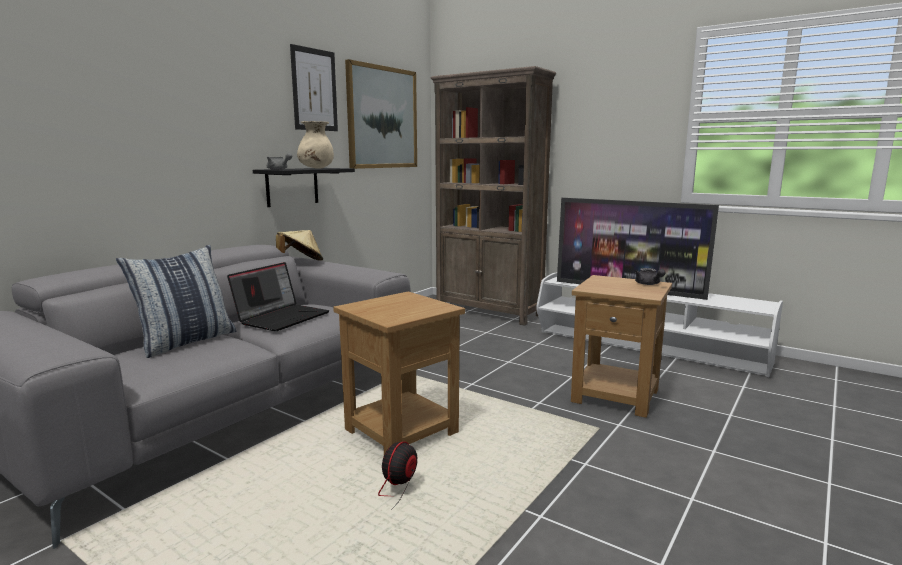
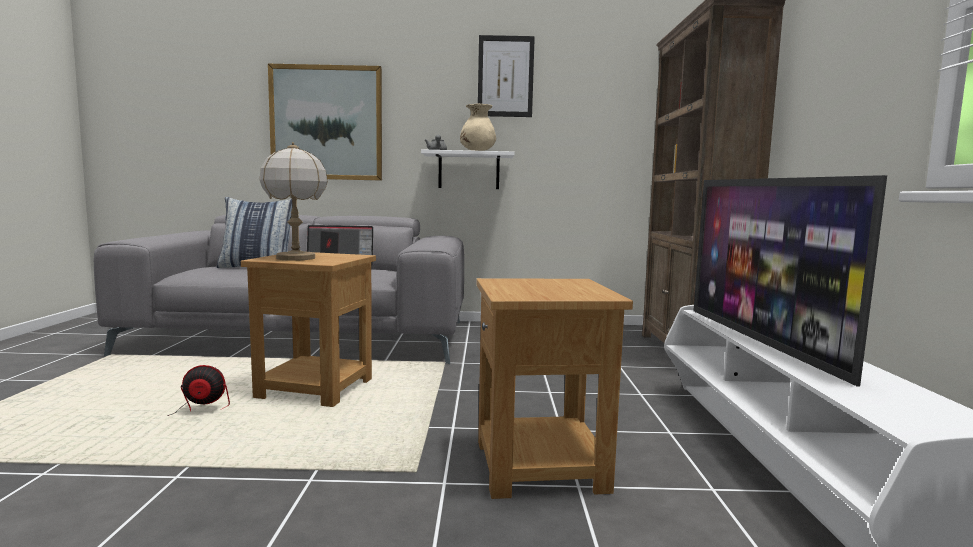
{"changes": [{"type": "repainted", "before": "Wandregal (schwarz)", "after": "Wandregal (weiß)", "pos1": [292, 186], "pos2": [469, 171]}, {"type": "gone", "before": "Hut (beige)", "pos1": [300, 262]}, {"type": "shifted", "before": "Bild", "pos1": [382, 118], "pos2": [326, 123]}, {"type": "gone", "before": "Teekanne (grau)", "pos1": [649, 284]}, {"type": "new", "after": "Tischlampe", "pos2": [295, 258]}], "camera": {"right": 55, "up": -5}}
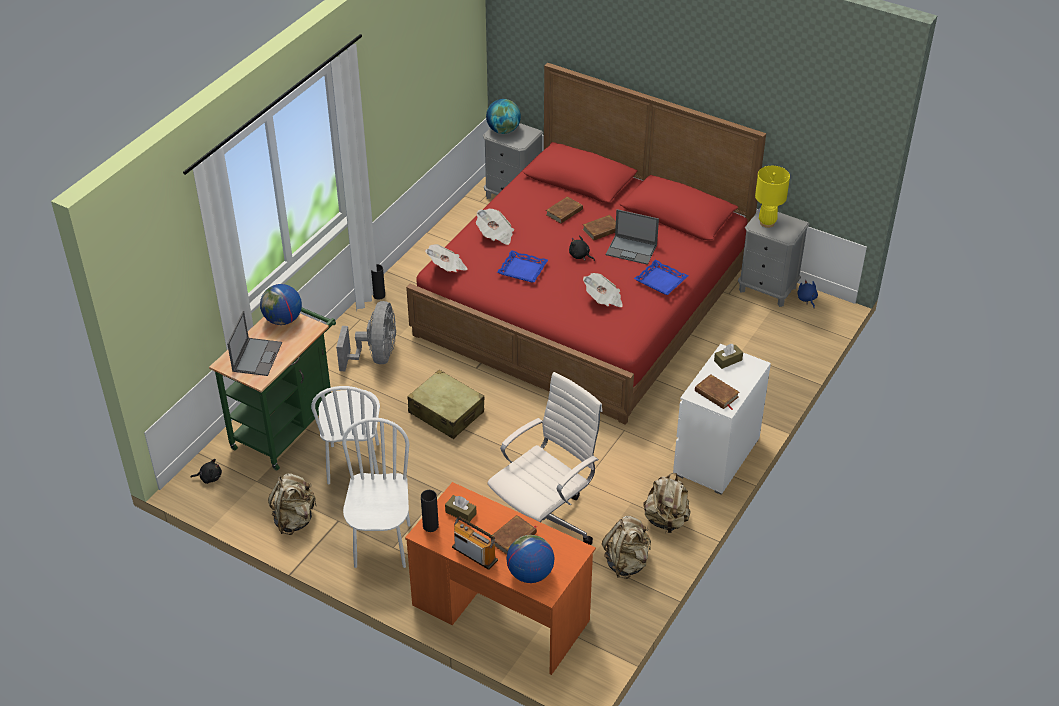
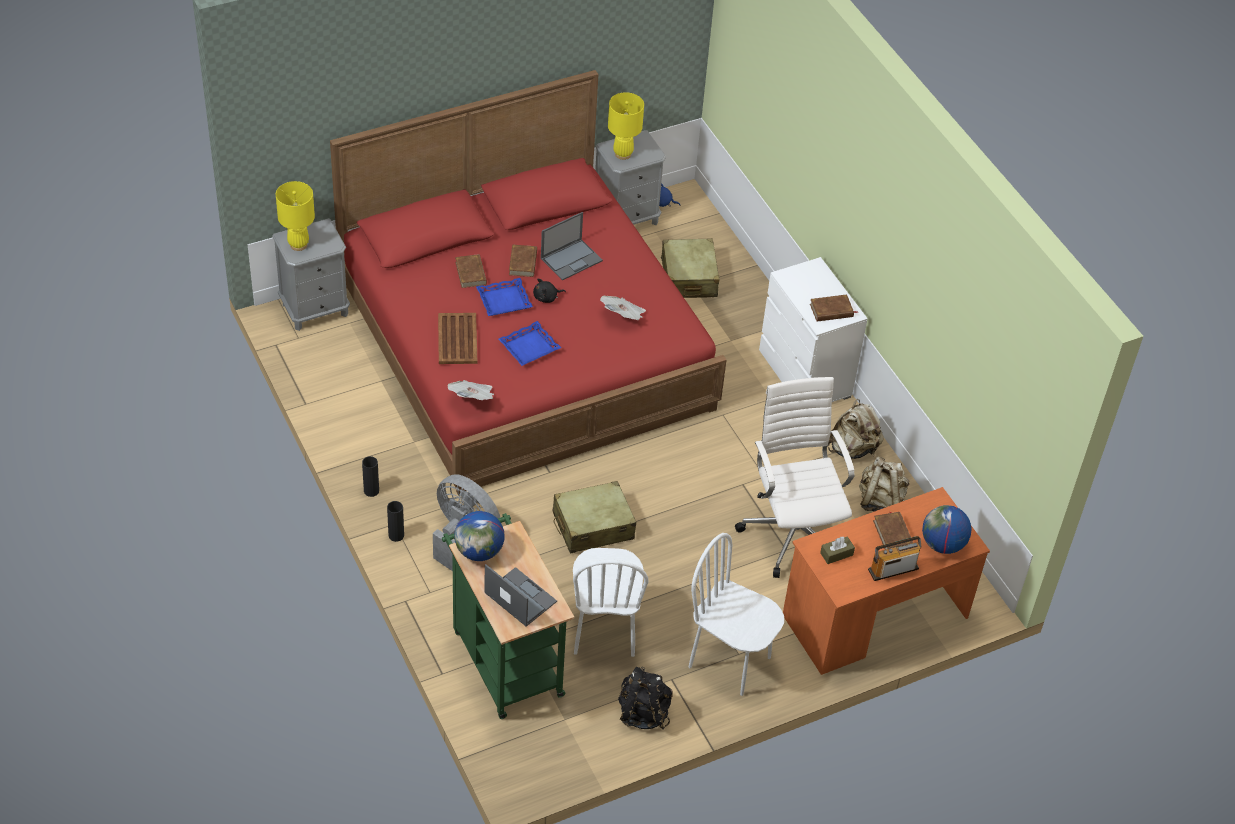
{"changes": [{"type": "gone", "before": "Plüschtier (schwarz)", "pos1": [209, 477]}, {"type": "repainted", "before": "Rucksack (beige)", "after": "Rucksack (schwarz)", "pos1": [294, 519], "pos2": [643, 713]}, {"type": "rotated", "before": "Stuhl (weiß)", "pos1": [354, 463], "pos2": [604, 630], "turn": 60}, {"type": "shifted", "before": "Vase (schwarz)", "pos1": [430, 526], "pos2": [396, 535]}, {"type": "swapped", "before": "Zeitung", "after": "Tablett (braun)", "pos1": [495, 235], "pos2": [457, 338]}, {"type": "swapped", "before": "Globus", "after": "Tischlampe (gelb)", "pos1": [503, 130], "pos2": [298, 244]}, {"type": "shifted", "before": "Tablett (blau)", "pos1": [661, 281], "pos2": [504, 300]}, {"type": "gone", "before": "Taschentuchbox (braun)", "pos1": [728, 360]}, {"type": "new", "after": "Koffer (beige)", "pos2": [688, 278]}], "camera": {"right": -60, "up": 5}}
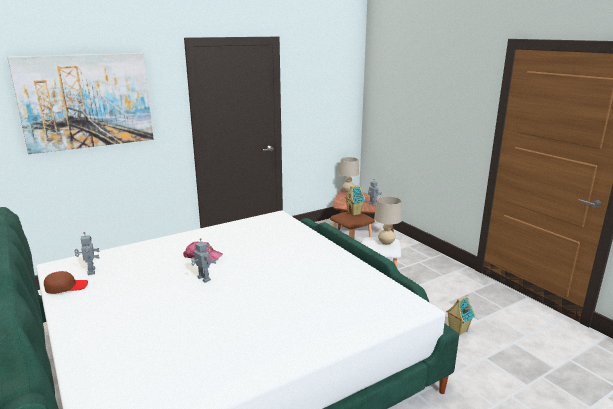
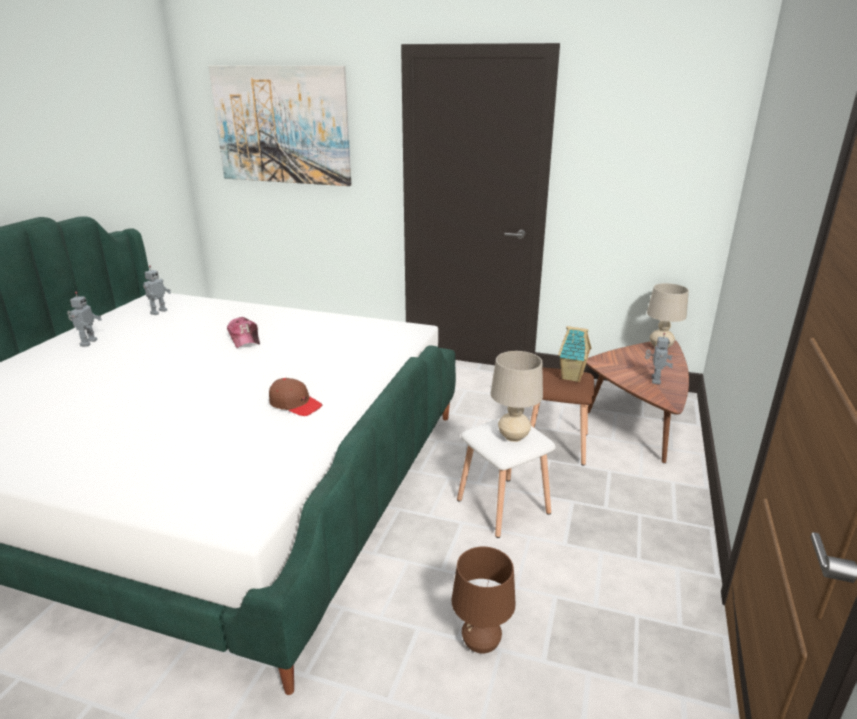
{"changes": [{"type": "shifted", "before": "Kappe (braun)", "pos1": [66, 287], "pos2": [295, 404]}, {"type": "shifted", "before": "Spielzeugroboter", "pos1": [203, 279], "pos2": [88, 343]}, {"type": "swapped", "before": "Spielzeughaus", "after": "Tischlampe (braun)", "pos1": [457, 330], "pos2": [481, 644]}], "camera": {"right": 50, "up": 5}}
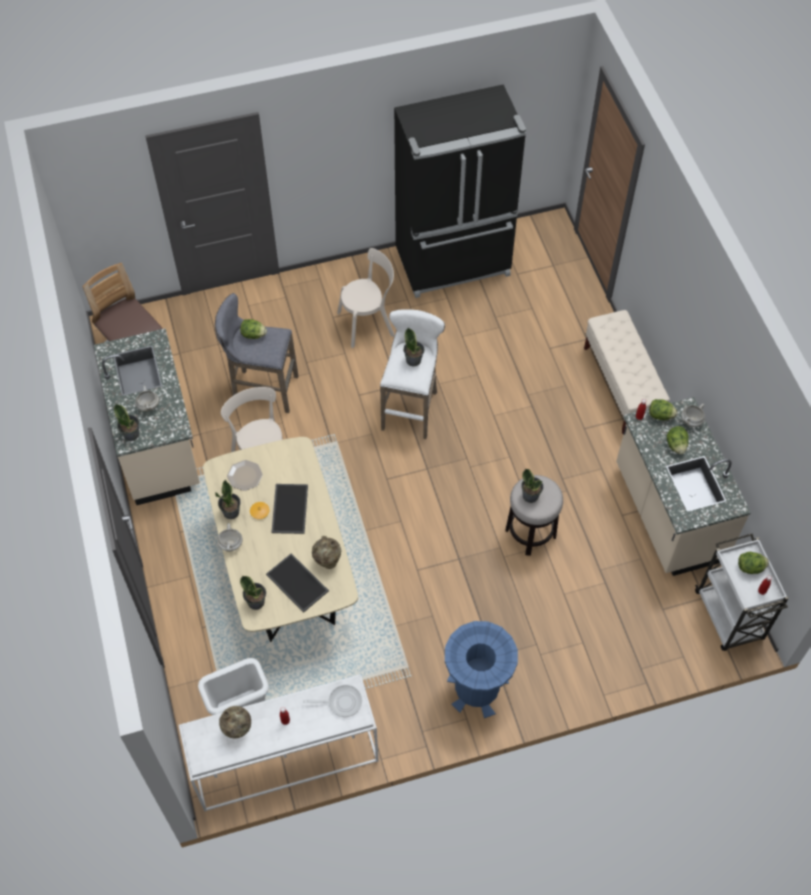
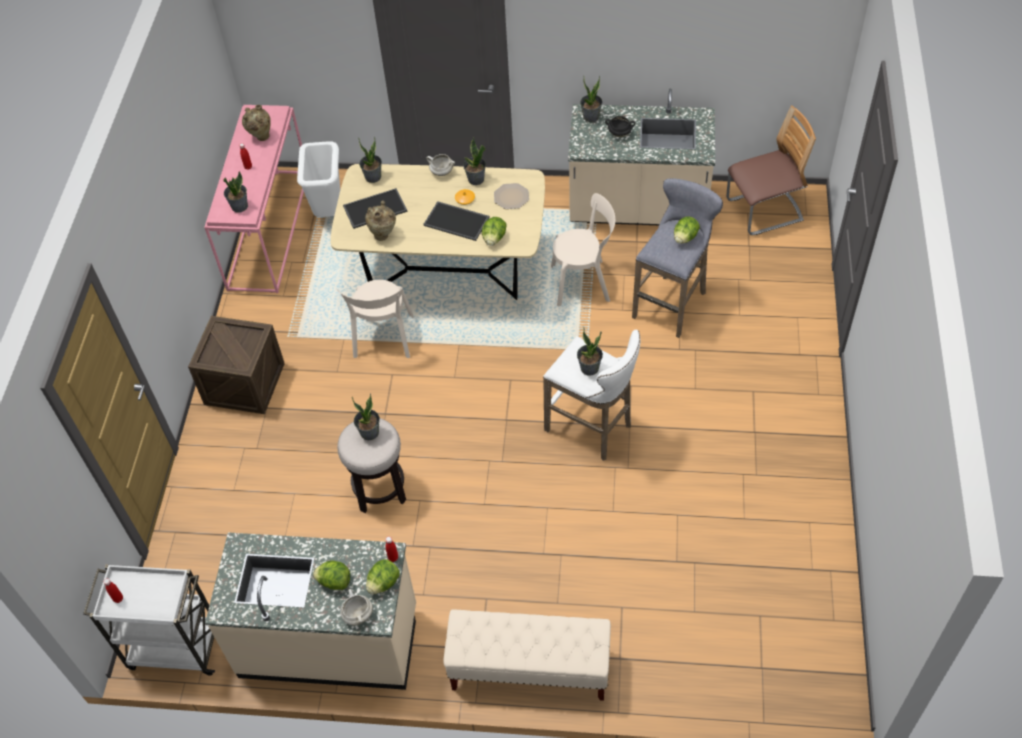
{"changes": [{"type": "repainted", "before": "Kochtopf (weiß)", "after": "Kochtopf (schwarz)", "pos1": [148, 405], "pos2": [620, 133]}, {"type": "repainted", "before": "Konsolentisch (weiß)", "after": "Konsolentisch (rosa)", "pos1": [284, 761], "pos2": [268, 229]}, {"type": "swapped", "before": "Pfanne", "after": "Topfpflanze", "pos1": [341, 702], "pos2": [239, 206]}, {"type": "shifted", "before": "Stuhl (beige)", "pos1": [368, 323], "pos2": [383, 339]}, {"type": "gone", "before": "Kühlschrank (schwarz)", "pos1": [454, 264]}, {"type": "swapped", "before": "Mülleimer (blau)", "after": "Kiste", "pos1": [477, 688], "pos2": [244, 383]}, {"type": "shifted", "before": "Salatkopf", "pos1": [750, 567], "pos2": [494, 239]}], "camera": {"right": 115, "up": -5}}
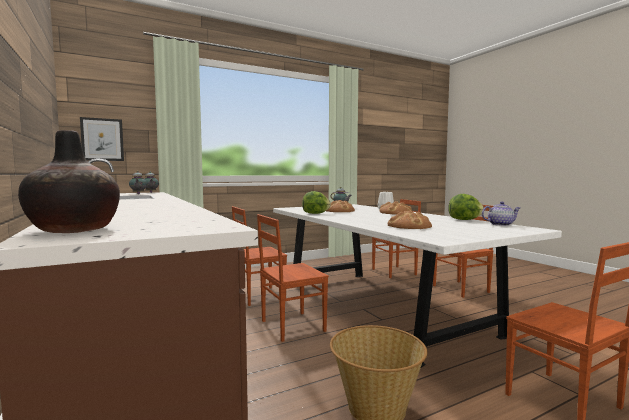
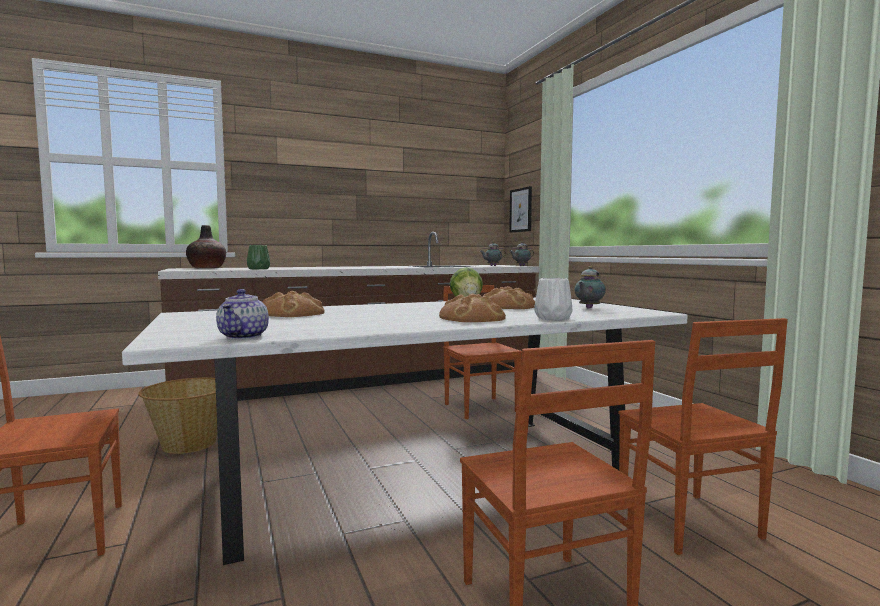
{"changes": [{"type": "gone", "before": "Stuhl (braun)", "pos1": [291, 326]}, {"type": "gone", "before": "Salatkopf", "pos1": [465, 219]}, {"type": "new", "after": "Vase (grün)", "pos2": [258, 269]}], "camera": {"right": 95, "up": 0}}
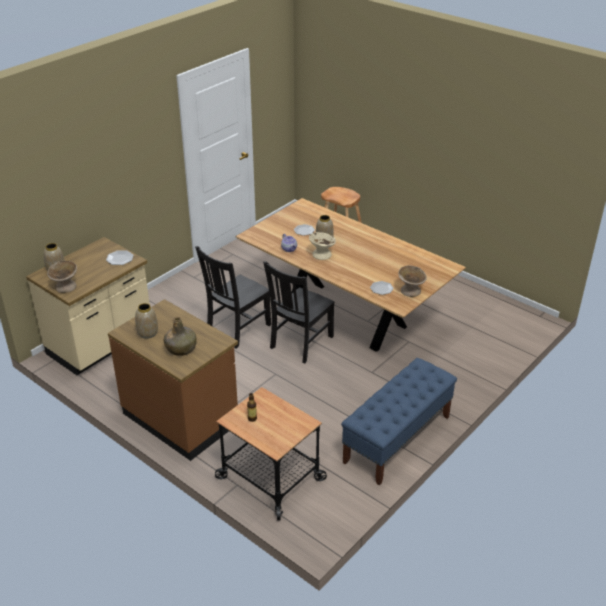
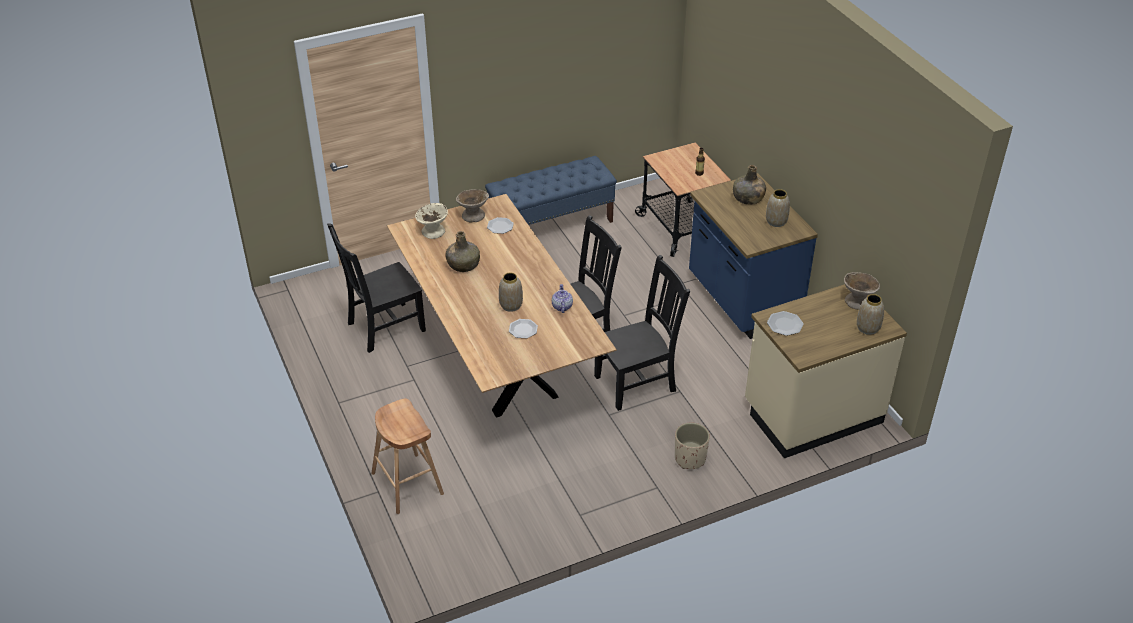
{"changes": [{"type": "repainted", "before": "Küchenzeile (braun)", "after": "Küchenzeile (blau)", "pos1": [181, 417], "pos2": [742, 300]}, {"type": "shifted", "before": "Schüssel (beige)", "pos1": [321, 255], "pos2": [433, 231]}, {"type": "new", "after": "Stuhl (schwarz)", "pos2": [383, 327]}, {"type": "new", "after": "Flasche (grün)", "pos2": [463, 264]}, {"type": "new", "after": "Pflanzkübel (beige)", "pos2": [689, 459]}], "camera": {"right": -155, "up": 5}}
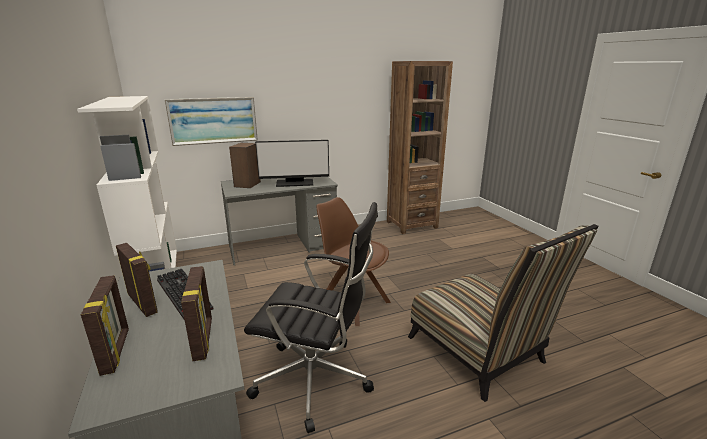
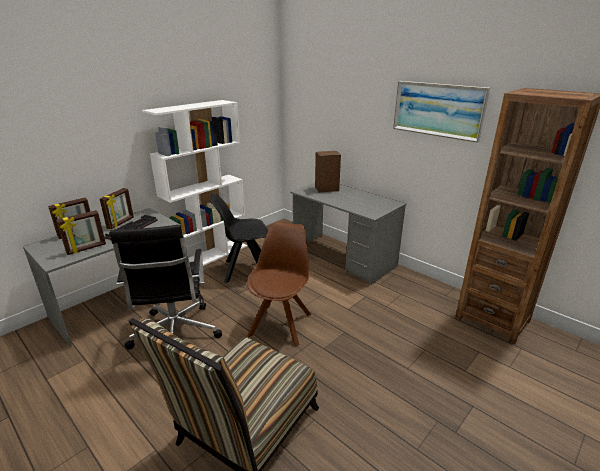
{"changes": [{"type": "shifted", "before": "Bild", "pos1": [213, 120], "pos2": [438, 110]}, {"type": "gone", "before": "Monitor", "pos1": [294, 183]}, {"type": "new", "after": "Stuhl (schwarz)", "pos2": [244, 270]}], "camera": {"right": 65, "up": 5}}
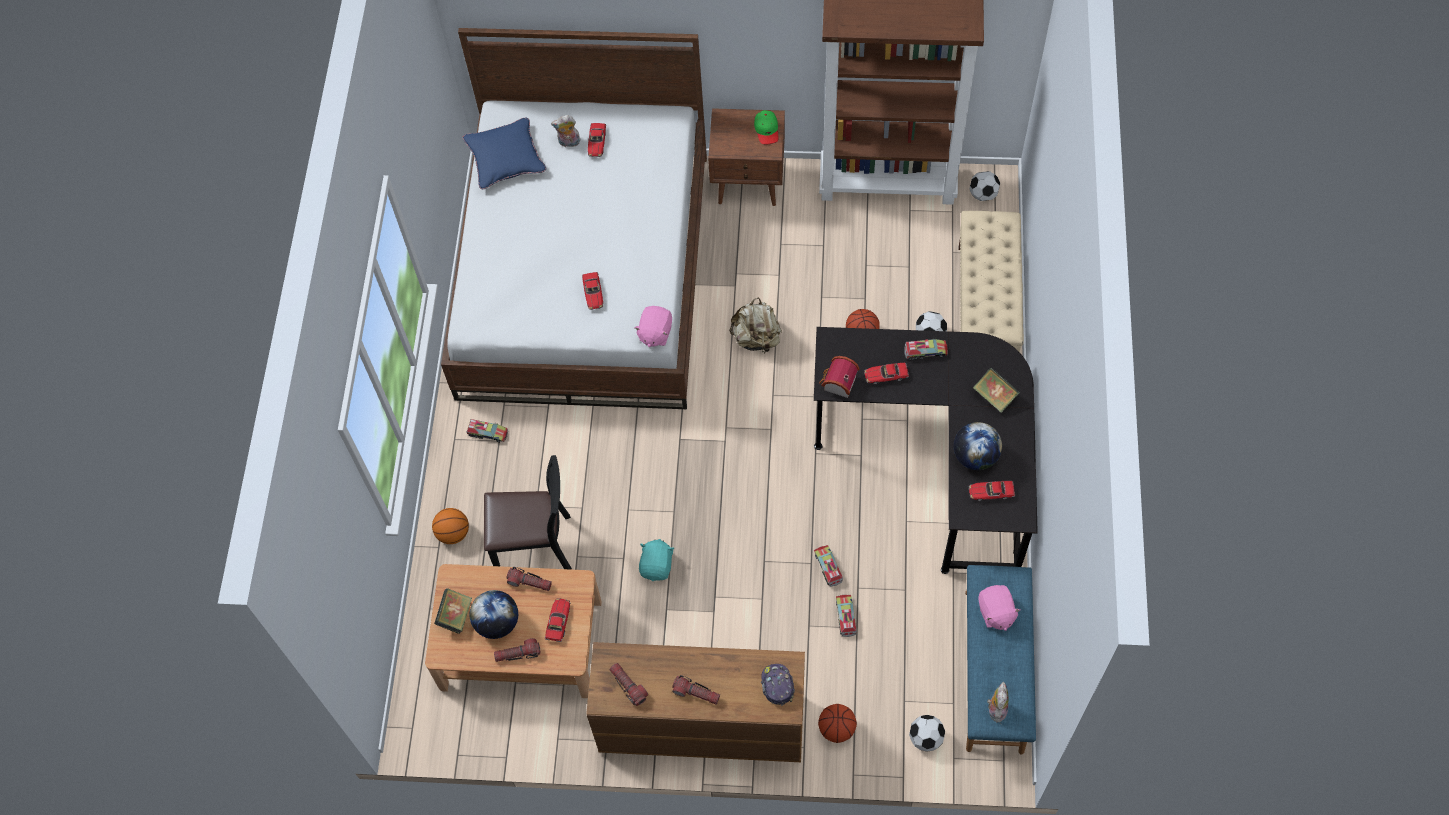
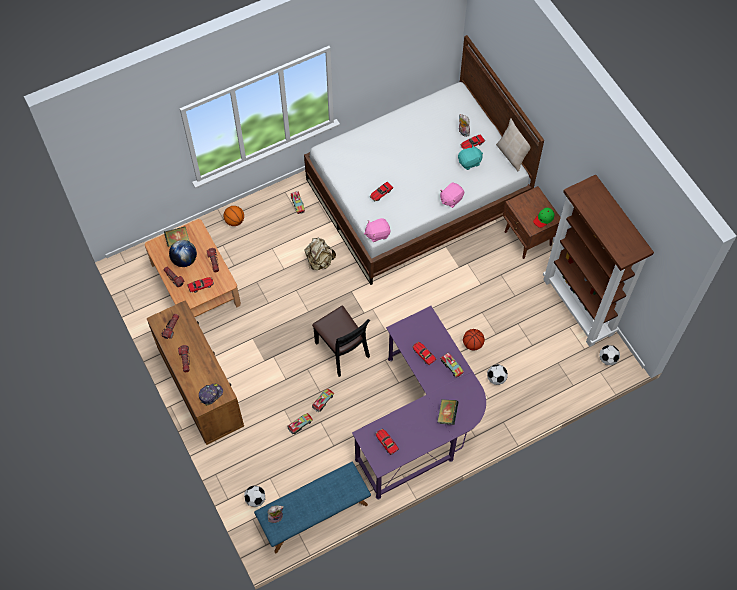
{"changes": [{"type": "gone", "before": "Kissen (blau)", "pos1": [505, 158]}, {"type": "shifted", "before": "Stuhl (schwarz)", "pos1": [535, 546], "pos2": [342, 351]}, {"type": "shifted", "before": "Plüschtier (türkis)", "pos1": [657, 566], "pos2": [469, 162]}, {"type": "shifted", "before": "Rucksack (beige)", "pos1": [756, 338], "pos2": [319, 261]}, {"type": "repainted", "before": "Schreibtisch (schwarz)", "after": "Schreibtisch (lila)", "pos1": [937, 458], "pos2": [422, 421]}, {"type": "gone", "before": "Basketball", "pos1": [837, 728]}, {"type": "gone", "before": "Spielzeughaus", "pos1": [837, 383]}, {"type": "gone", "before": "Globus", "pos1": [975, 456]}, {"type": "gone", "before": "Bank (beige)", "pos1": [985, 308]}, {"type": "shifted", "before": "Plüschtier (rosa)", "pos1": [995, 612], "pos2": [451, 199]}, {"type": "new", "after": "Kissen (beige)", "pos2": [512, 155]}], "camera": {"right": 55, "up": 0}}
